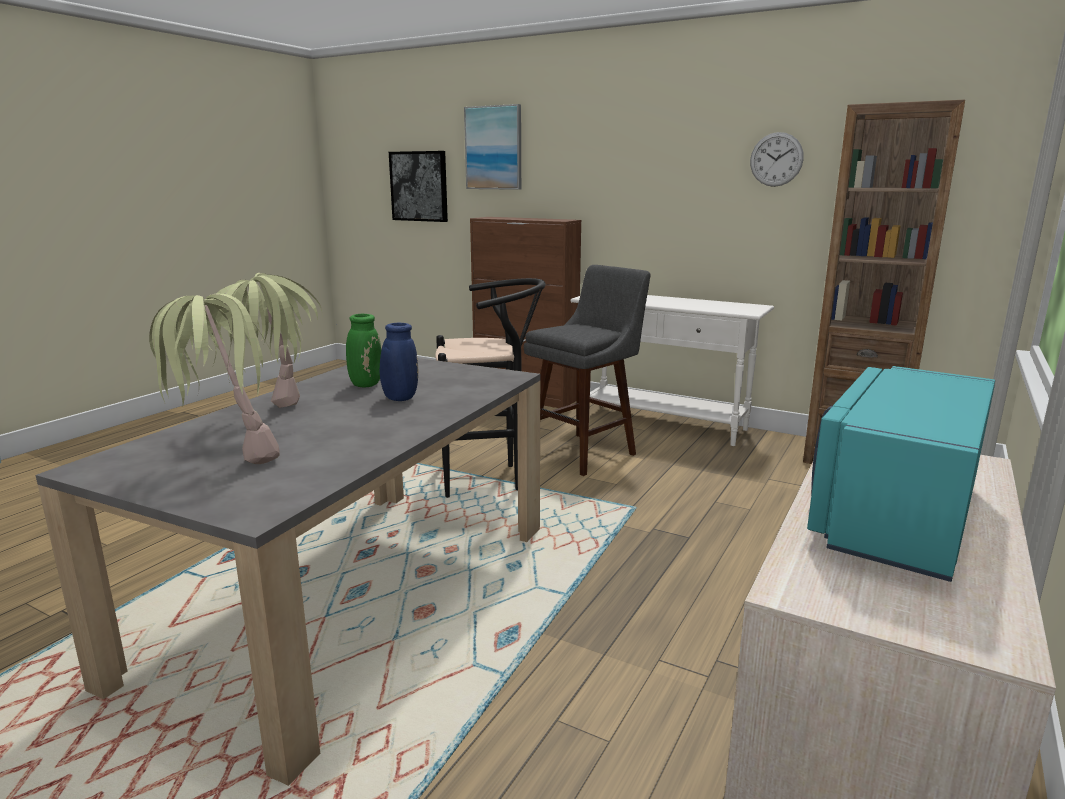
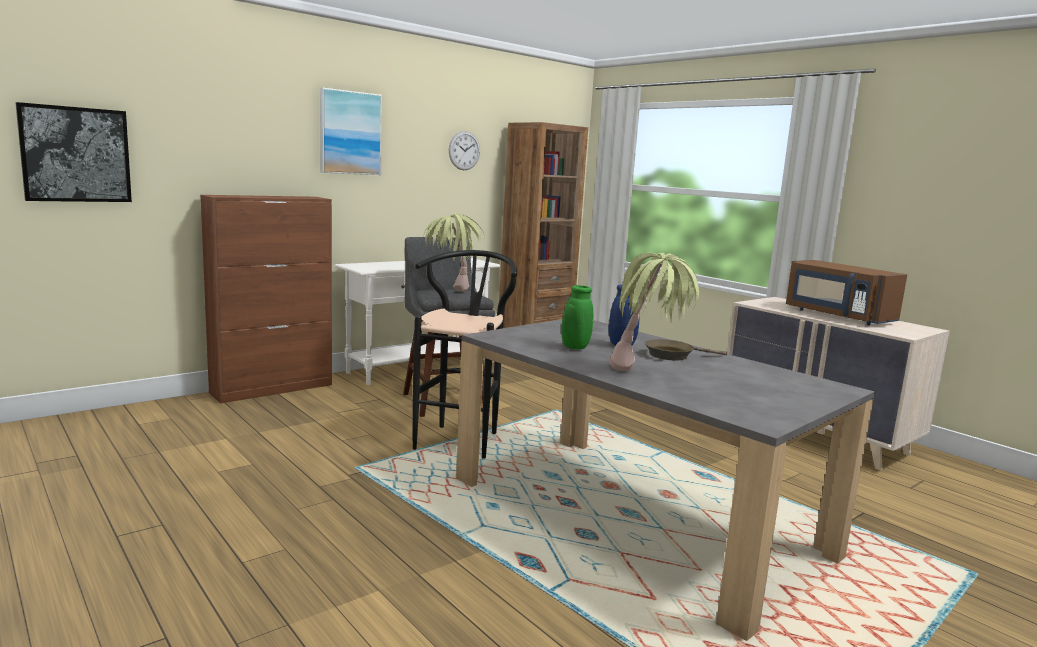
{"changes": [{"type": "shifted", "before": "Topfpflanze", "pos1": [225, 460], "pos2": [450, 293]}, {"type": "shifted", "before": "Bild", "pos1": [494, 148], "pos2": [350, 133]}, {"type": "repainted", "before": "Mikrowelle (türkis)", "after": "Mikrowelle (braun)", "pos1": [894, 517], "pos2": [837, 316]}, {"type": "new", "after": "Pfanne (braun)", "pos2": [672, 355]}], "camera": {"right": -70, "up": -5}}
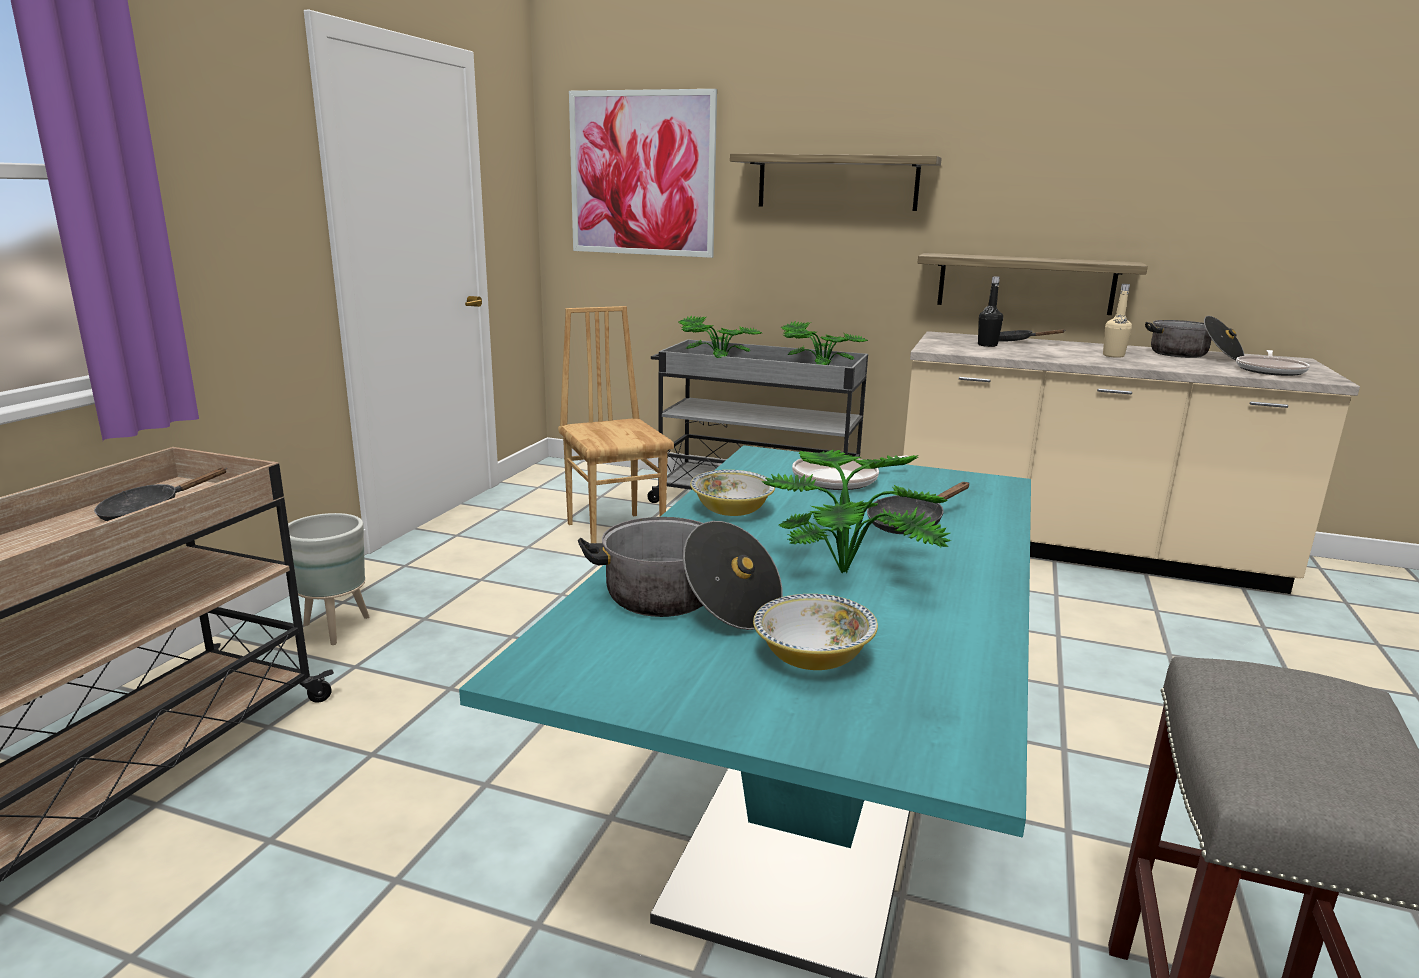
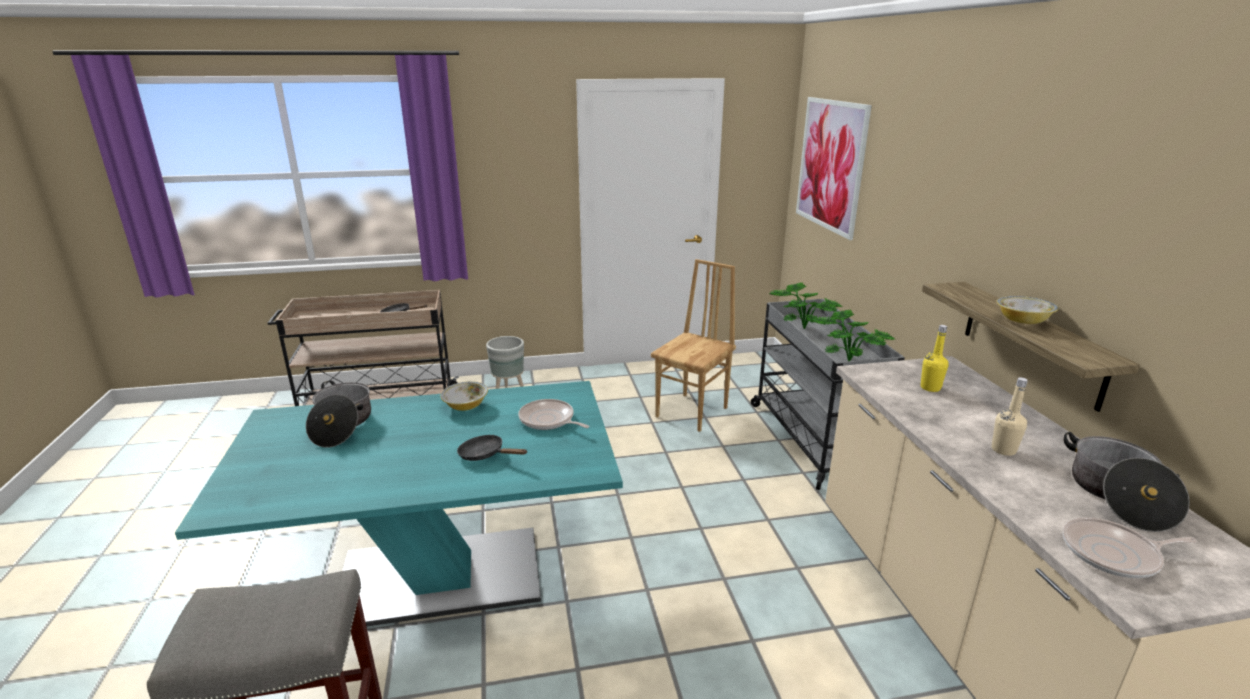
{"changes": [{"type": "gone", "before": "Wandregal", "pos1": [837, 182]}, {"type": "shifted", "before": "Schüssel", "pos1": [812, 658], "pos2": [1022, 321]}, {"type": "gone", "before": "Topfpflanze", "pos1": [852, 569]}, {"type": "repainted", "before": "Flasche (schwarz)", "after": "Flasche (gelb)", "pos1": [987, 345], "pos2": [930, 388]}, {"type": "gone", "before": "Pfanne (schwarz)", "pos1": [1015, 342]}], "camera": {"right": 60, "up": 5}}
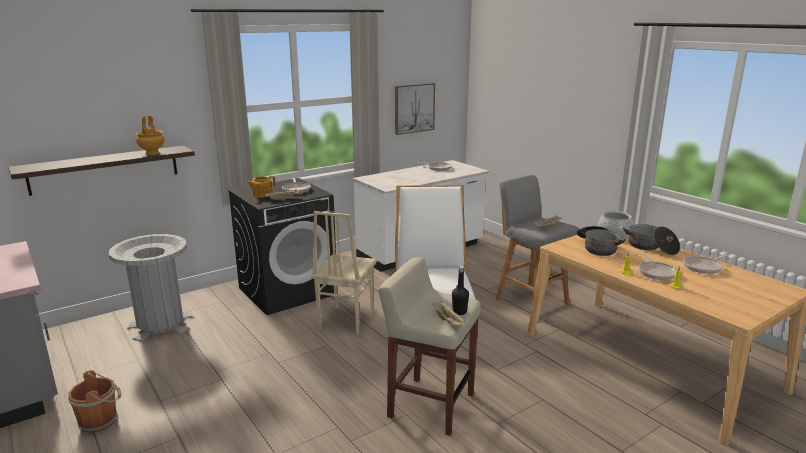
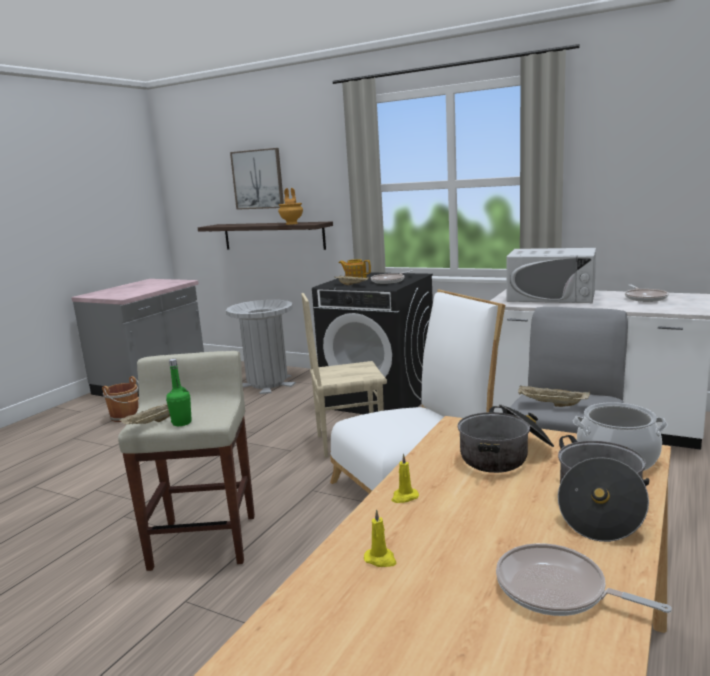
{"changes": [{"type": "shifted", "before": "Bild", "pos1": [414, 108], "pos2": [258, 179]}, {"type": "repainted", "before": "Flasche (schwarz)", "after": "Flasche (grün)", "pos1": [459, 312], "pos2": [182, 423]}, {"type": "gone", "before": "Pfanne", "pos1": [656, 272]}, {"type": "new", "after": "Mikrowelle (weiß)", "pos2": [551, 296]}], "camera": {"right": 65, "up": -5}}
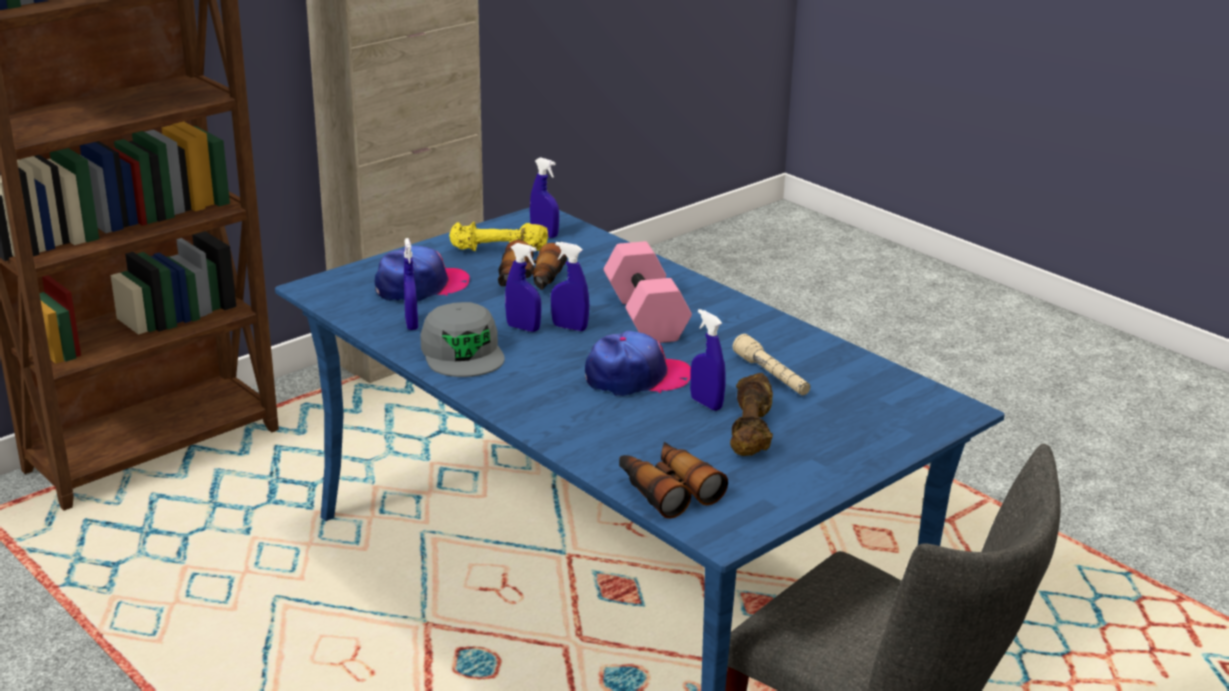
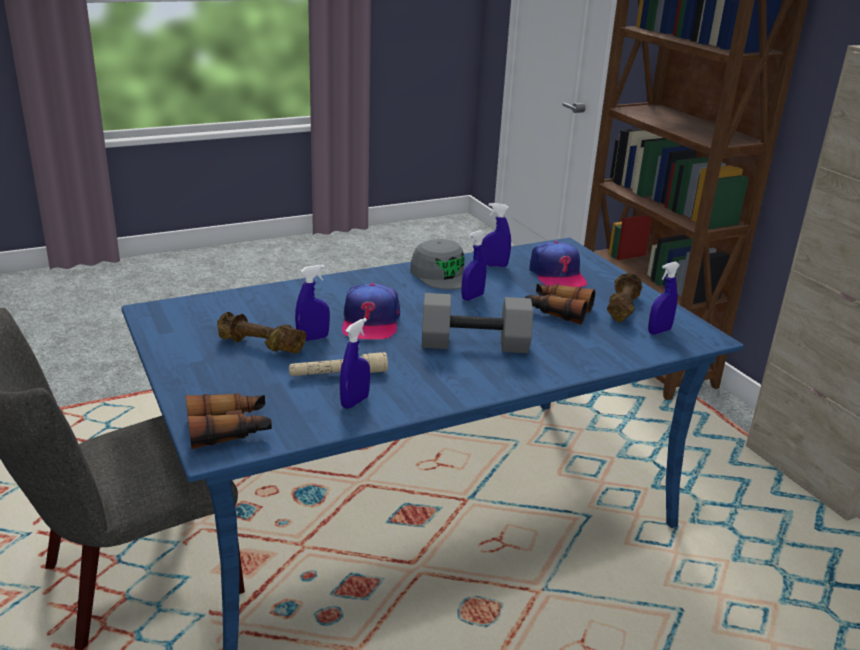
{"changes": [{"type": "rotated", "before": "Kappe (grau)", "pos1": [463, 353], "pos2": [442, 274], "turn": -120}, {"type": "repainted", "before": "Hantel (gelb)", "after": "Hantel (braun)", "pos1": [498, 251], "pos2": [622, 308]}, {"type": "shifted", "before": "Sprühflasche (blau)", "pos1": [569, 327], "pos2": [355, 402]}, {"type": "repainted", "before": "Hantel (rosa)", "after": "Hantel (grau)", "pos1": [647, 316], "pos2": [473, 345]}, {"type": "shifted", "before": "Fernglas", "pos1": [667, 489], "pos2": [229, 430]}], "camera": {"right": 105, "up": 0}}
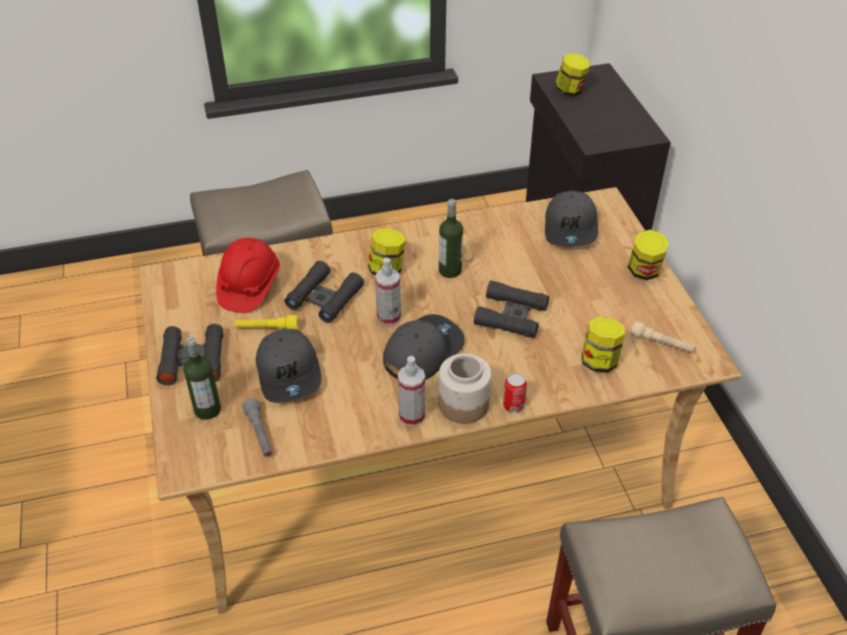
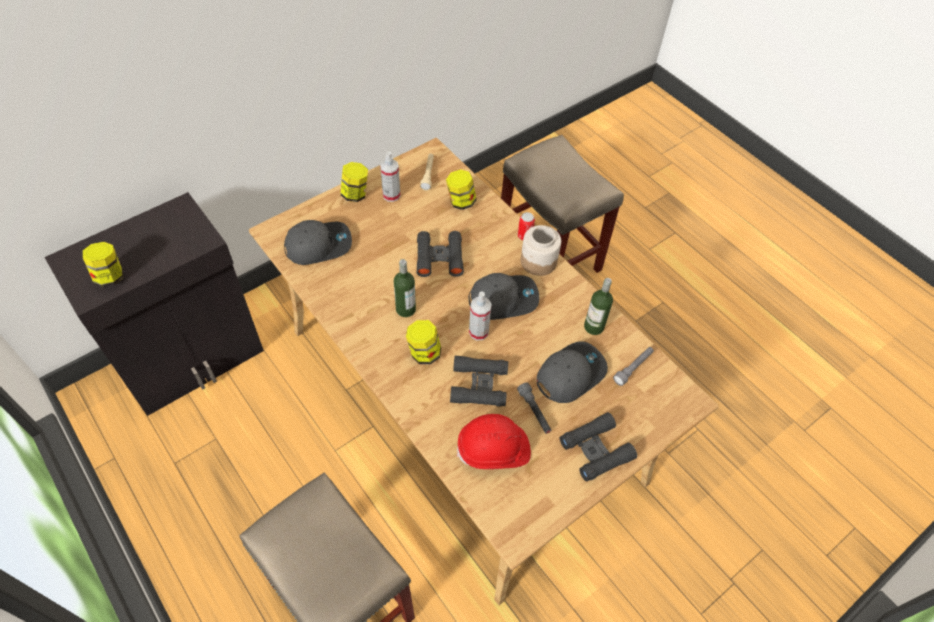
{"changes": [{"type": "shifted", "before": "Flasche", "pos1": [207, 410], "pos2": [593, 327]}, {"type": "repainted", "before": "Taschenlampe (gelb)", "after": "Taschenlampe (grau)", "pos1": [267, 328], "pos2": [534, 411]}, {"type": "rotated", "before": "Kappe (grau)", "pos1": [422, 351], "pos2": [503, 299], "turn": 150}, {"type": "shifted", "before": "Sprühflasche", "pos1": [411, 416], "pos2": [391, 195]}], "camera": {"right": -115, "up": 10}}
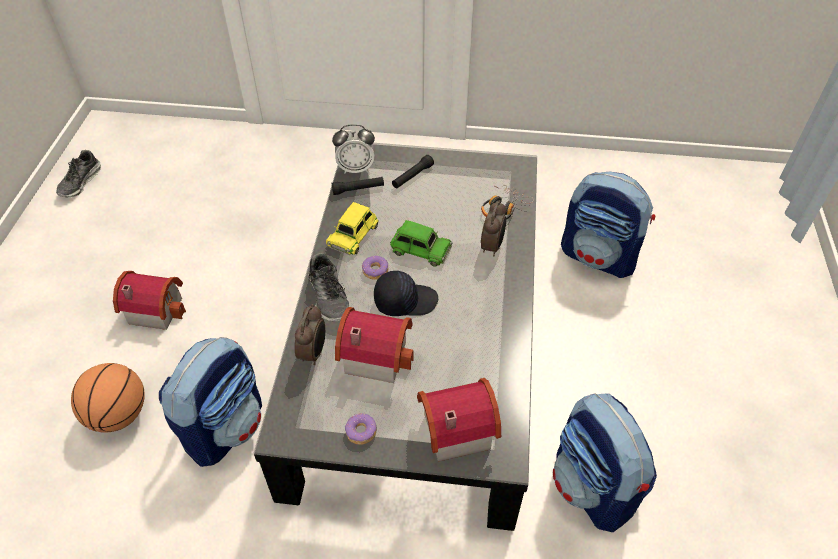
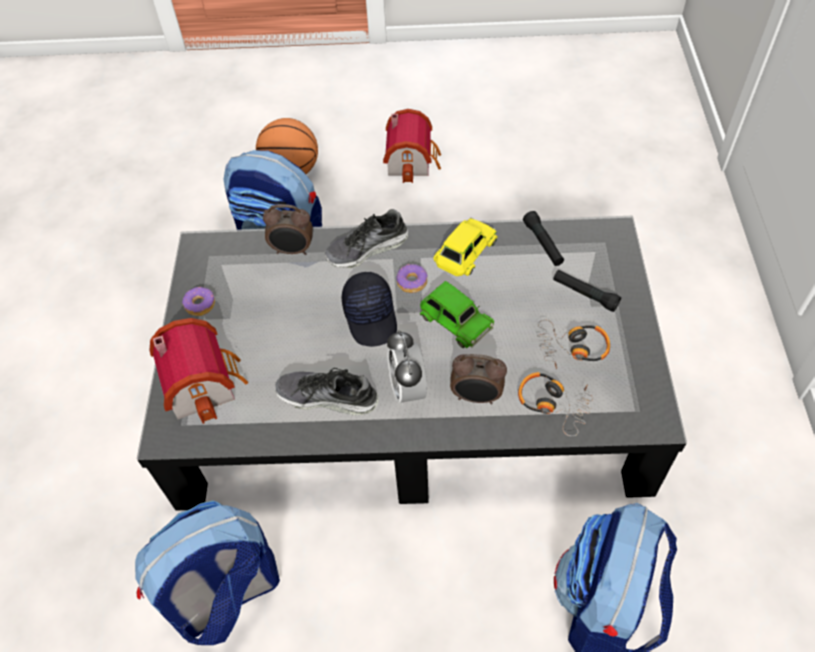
{"changes": [{"type": "shifted", "before": "Schuh", "pos1": [80, 182], "pos2": [327, 398]}, {"type": "rotated", "before": "Spielzeugauto (gelb)", "pos1": [353, 234], "pos2": [465, 252], "turn": 105}, {"type": "shifted", "before": "Wecker", "pos1": [356, 168], "pos2": [407, 389]}, {"type": "gone", "before": "Spielzeughaus", "pos1": [375, 353]}, {"type": "rotated", "before": "Spielzeugauto (grün)", "pos1": [420, 249], "pos2": [455, 320], "turn": -60}, {"type": "new", "after": "Kopfhörer", "pos2": [572, 348]}], "camera": {"right": 85, "up": 5}}
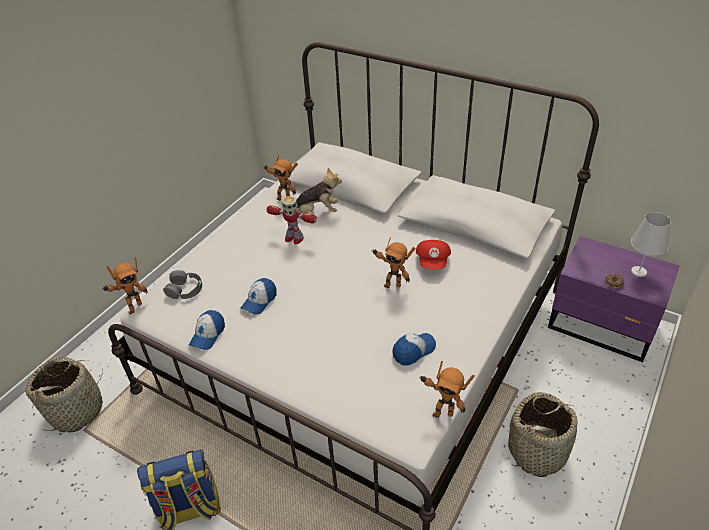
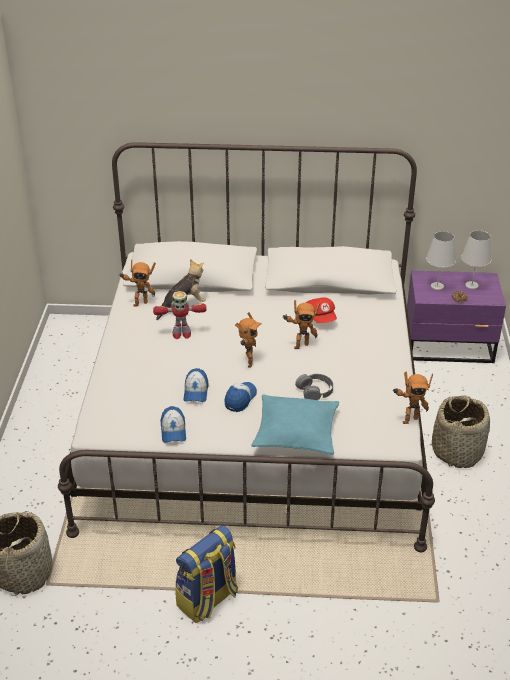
{"changes": [{"type": "shifted", "before": "Spielzeugroboter", "pos1": [133, 307], "pos2": [247, 362]}, {"type": "shifted", "before": "Kopfhörer (grau)", "pos1": [185, 289], "pos2": [315, 391]}, {"type": "shifted", "before": "Kappe", "pos1": [413, 351], "pos2": [240, 399]}, {"type": "new", "after": "Kissen (türkis)", "pos2": [296, 432]}, {"type": "new", "after": "Tischlampe (weiß)", "pos2": [437, 286]}], "camera": {"right": -30, "up": -5}}
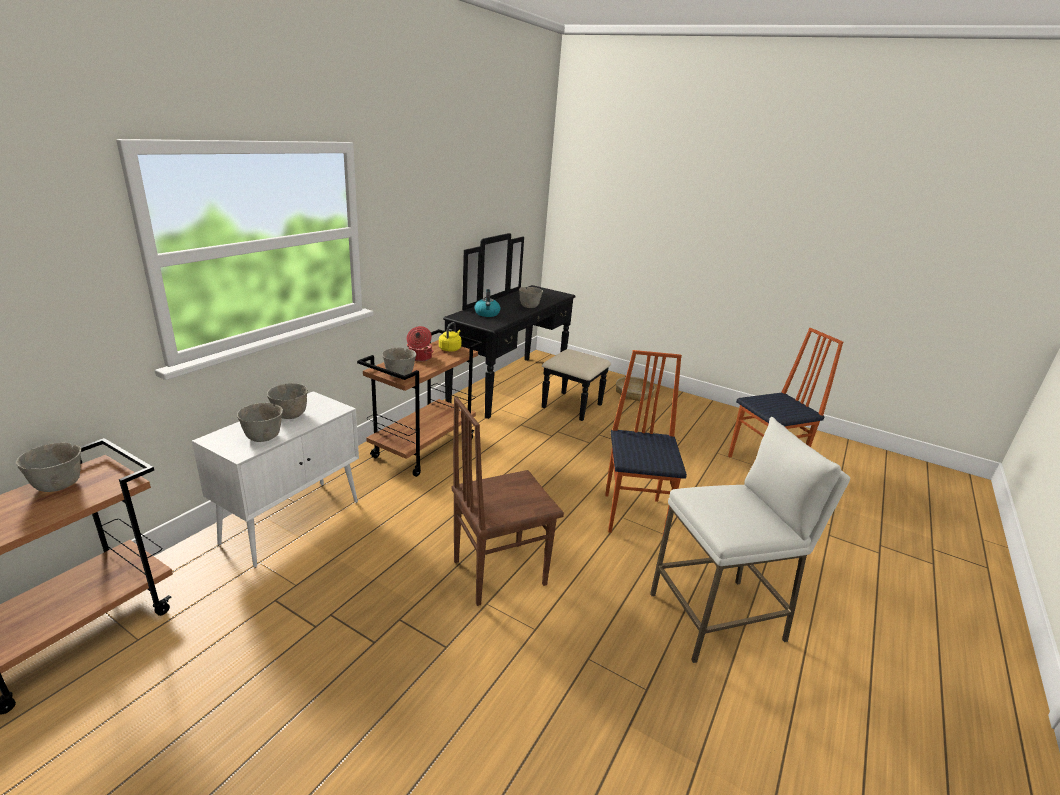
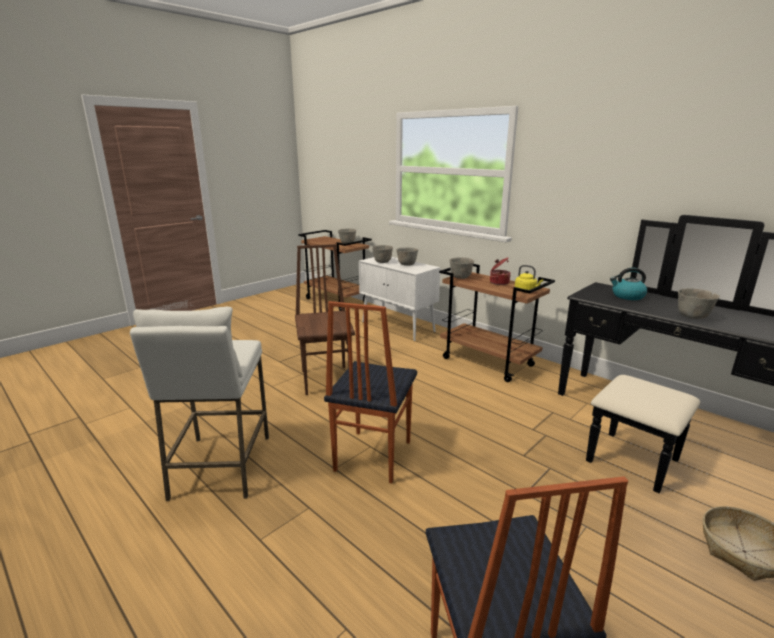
{"changes": [{"type": "rotated", "before": "Stuhl", "pos1": [635, 515], "pos2": [371, 456], "turn": 90}], "camera": {"right": 105, "up": -5}}
